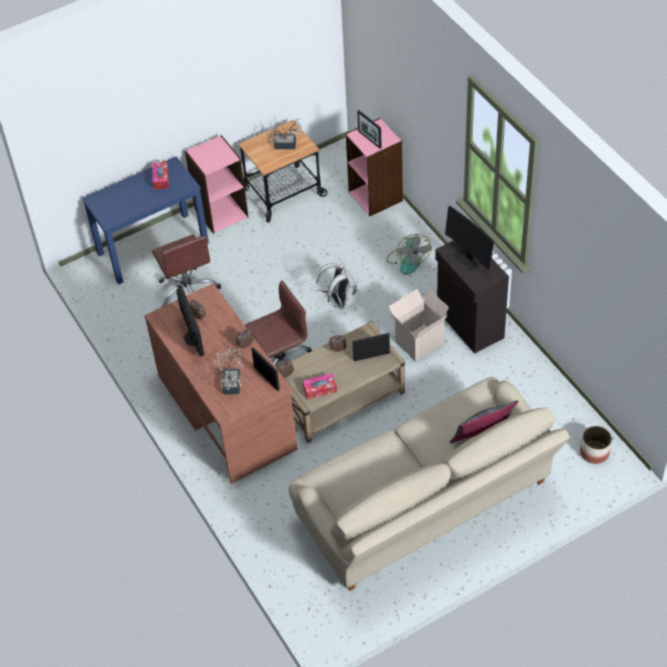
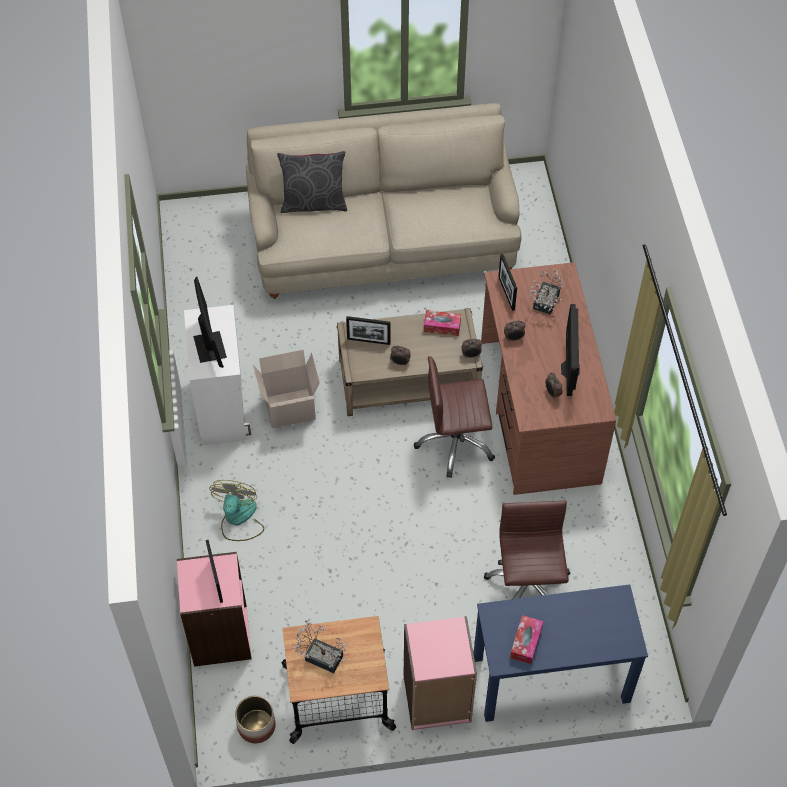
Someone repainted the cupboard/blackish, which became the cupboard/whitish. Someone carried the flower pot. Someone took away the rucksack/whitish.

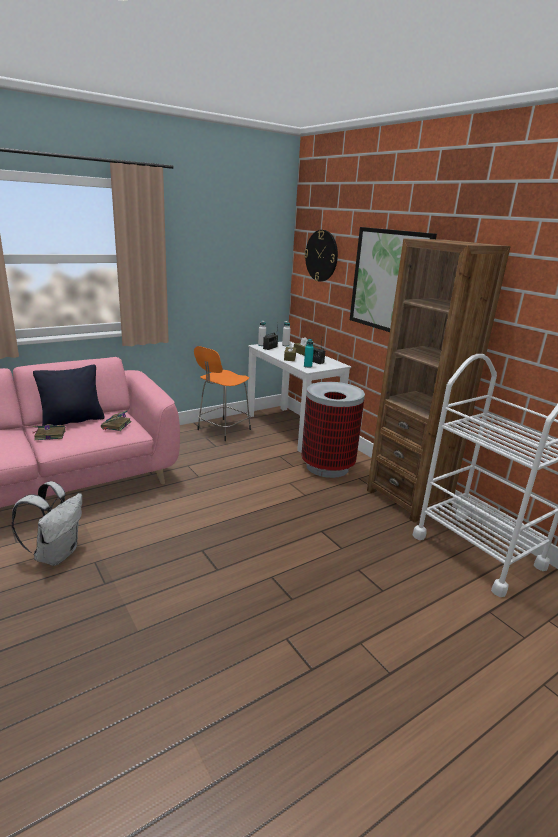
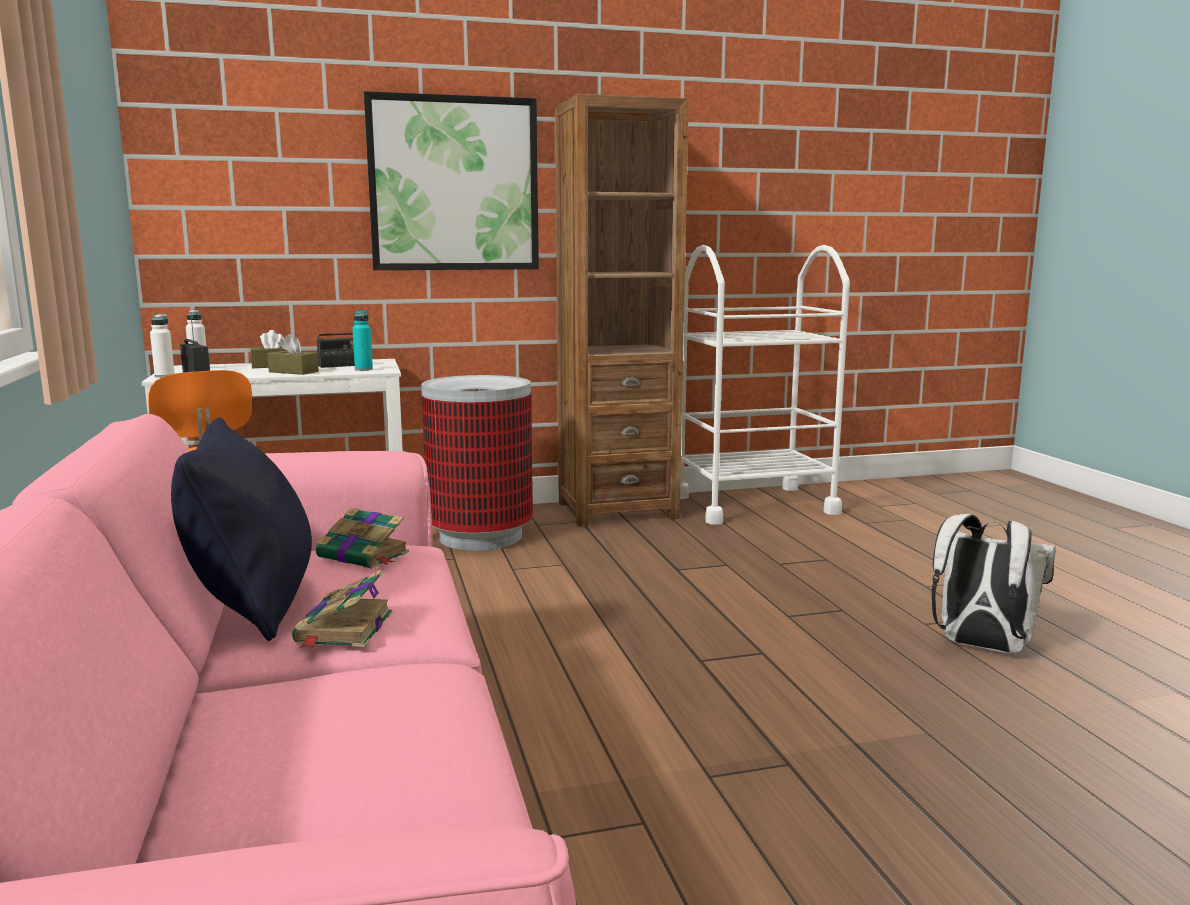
Someone carried the rucksack/whitish. Someone took away the hanging clock.

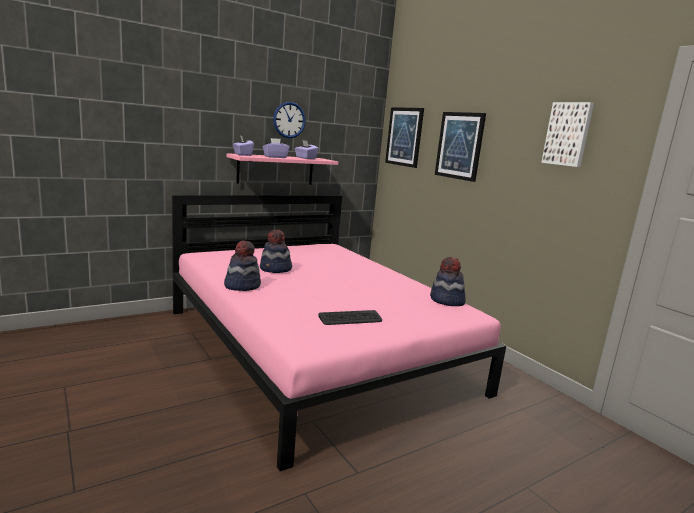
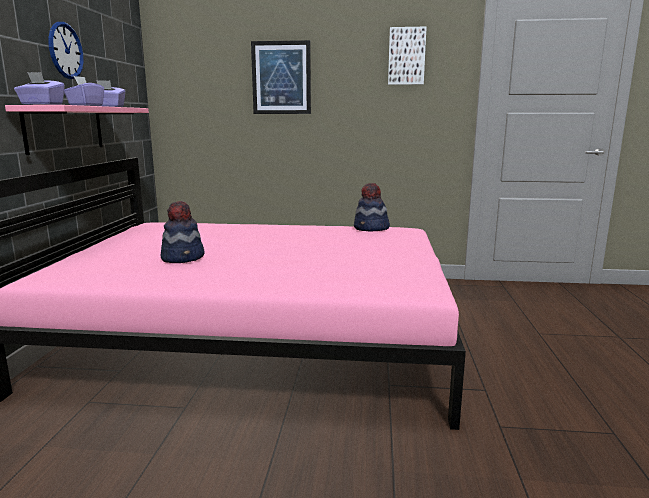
Someone took away the clothing hat (1st from left). Someone took away the PC keyboard. Someone took away the wall art (1st from left).

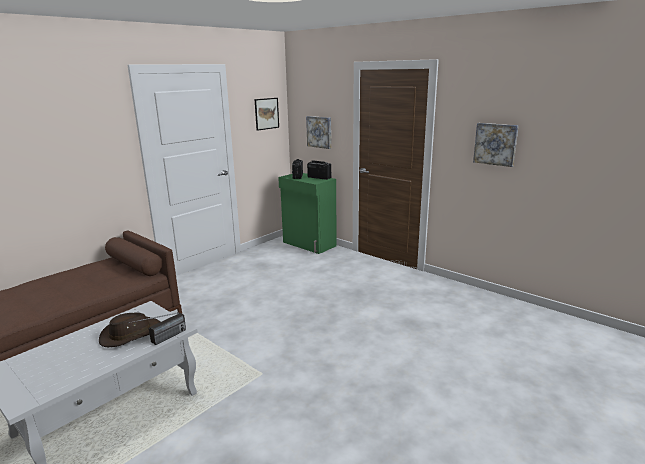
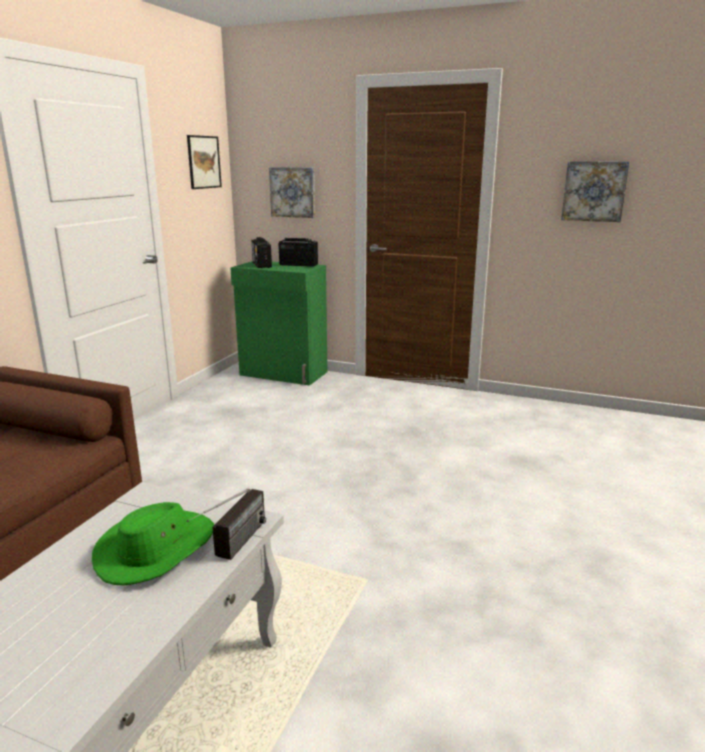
Someone repainted the clothing hat/brown-coloured, which became the clothing hat/greenish.

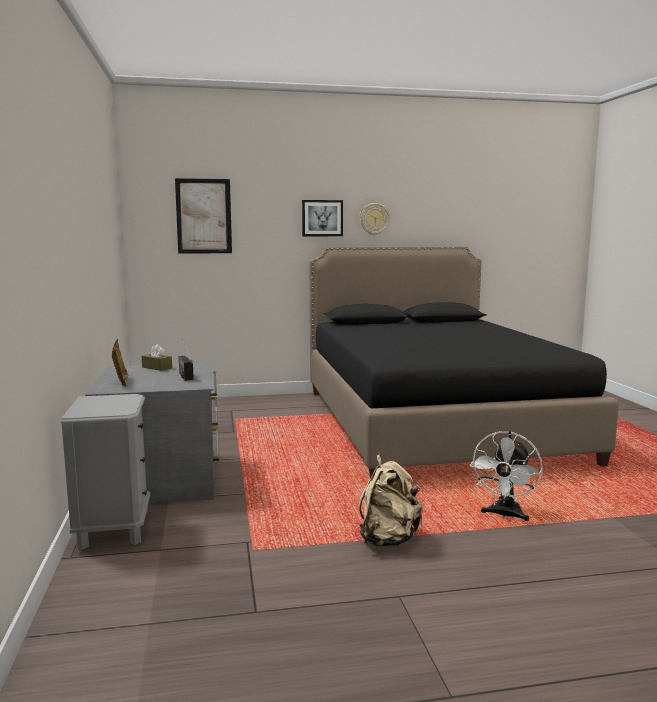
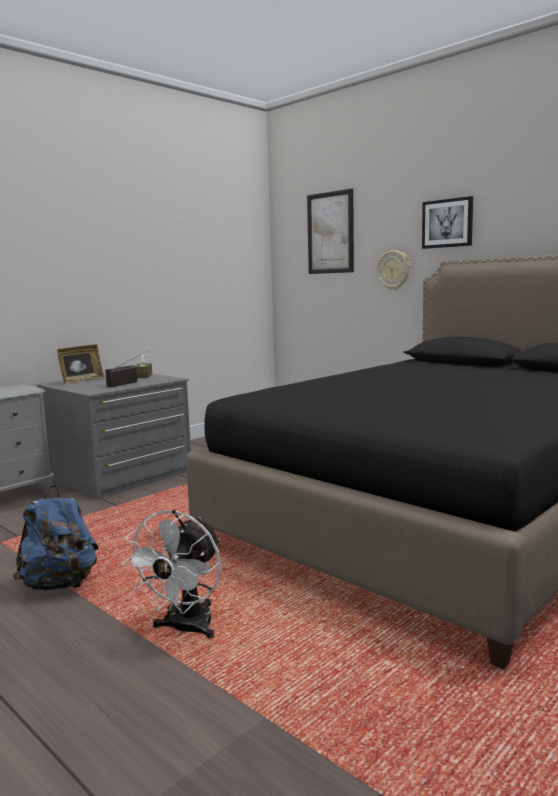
Someone repainted the rucksack/beige-coloured, which became the rucksack/blue-coloured. Someone rotated the electric fan/whitish by 60 degrees counterclockwise. Someone carried the hanging clock.

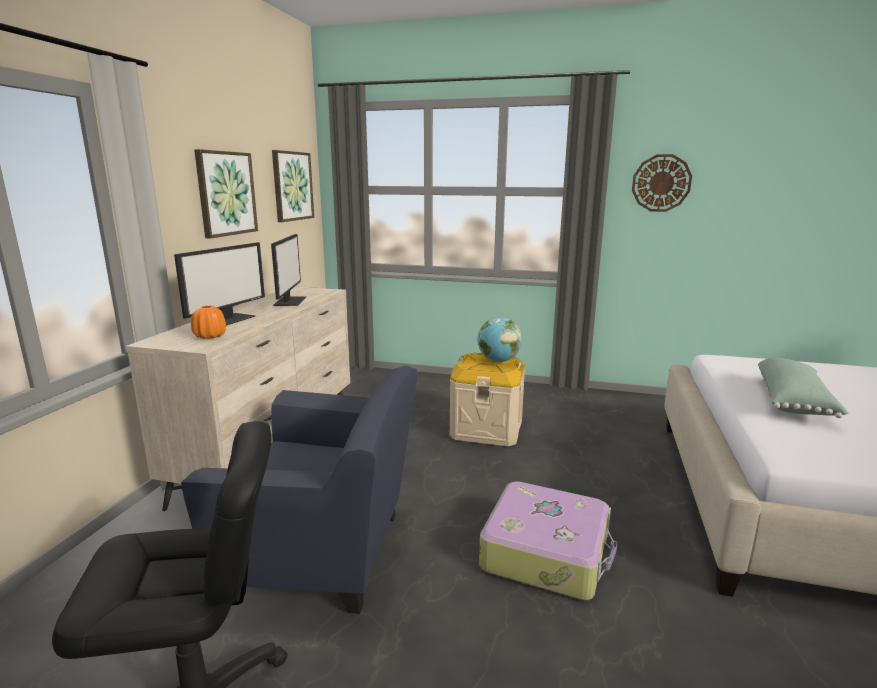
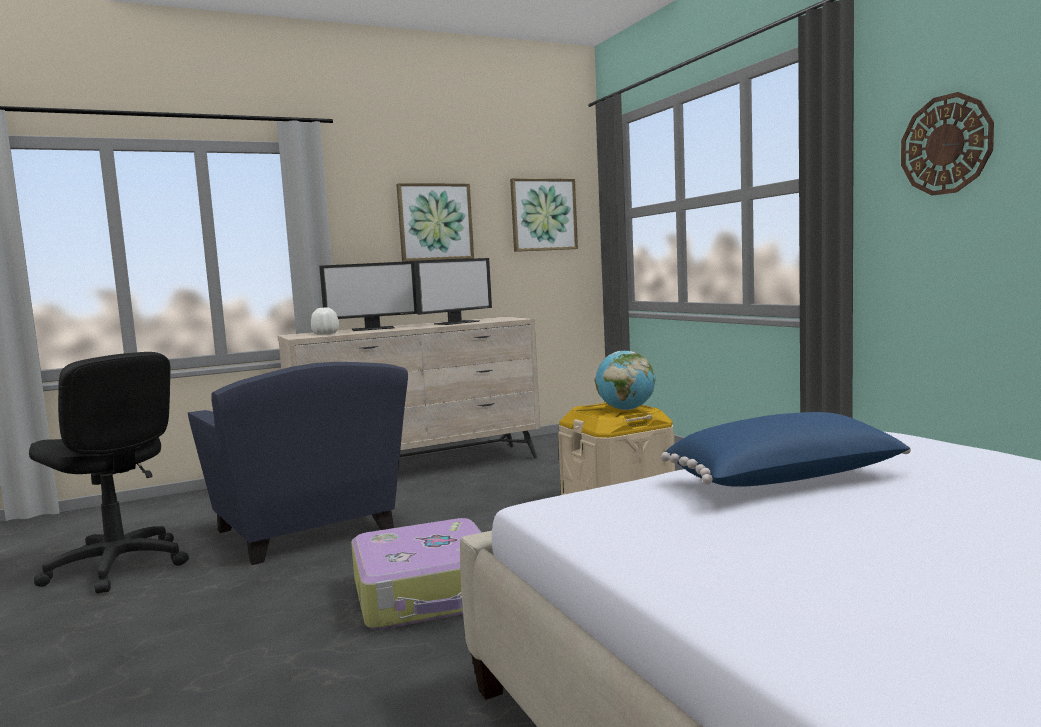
Someone repainted the decorative vase/orange-coloured, which became the decorative vase/whitish. Someone repainted the pillow/greenish, which became the pillow/blue-coloured.

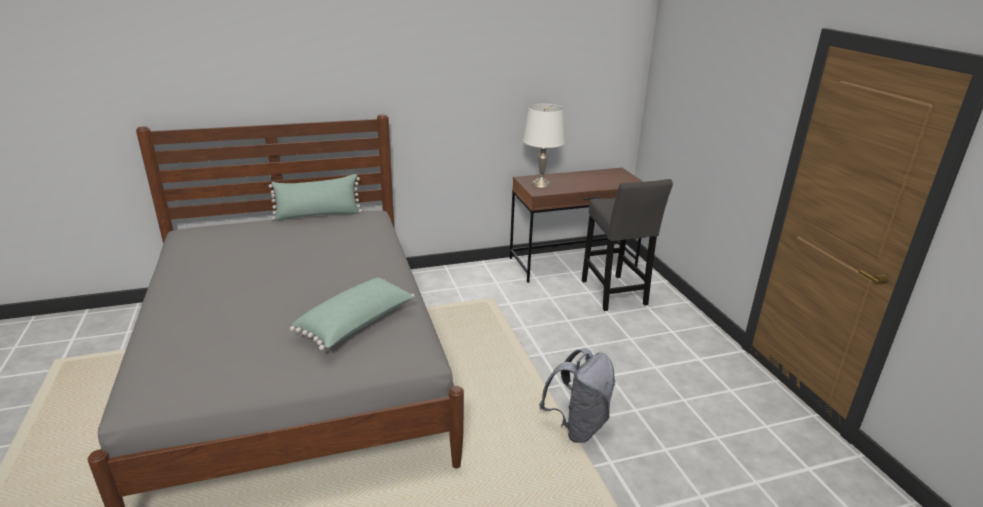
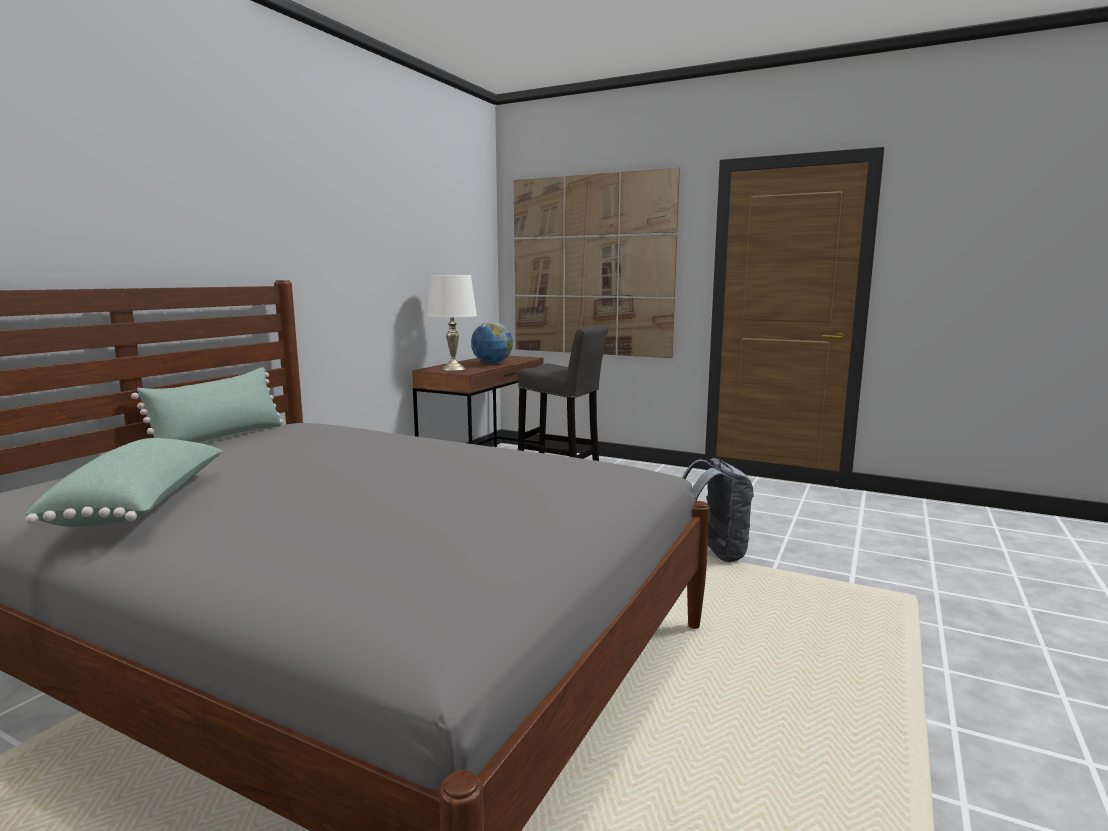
Someone carried the pillow/greenish (2nd from left in the first image). Someone put down the world globe. Someone put up the wall art.

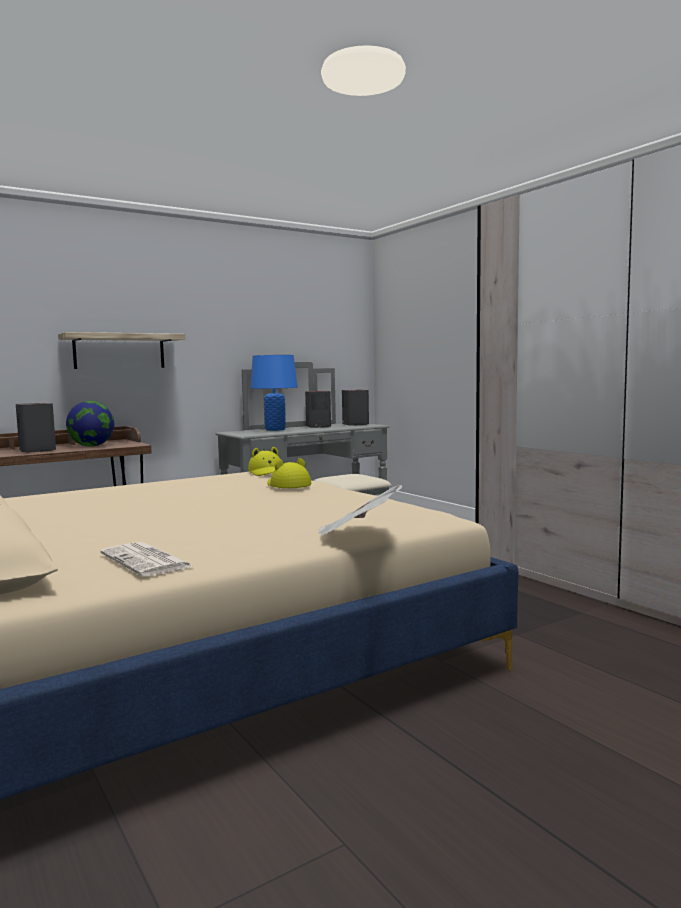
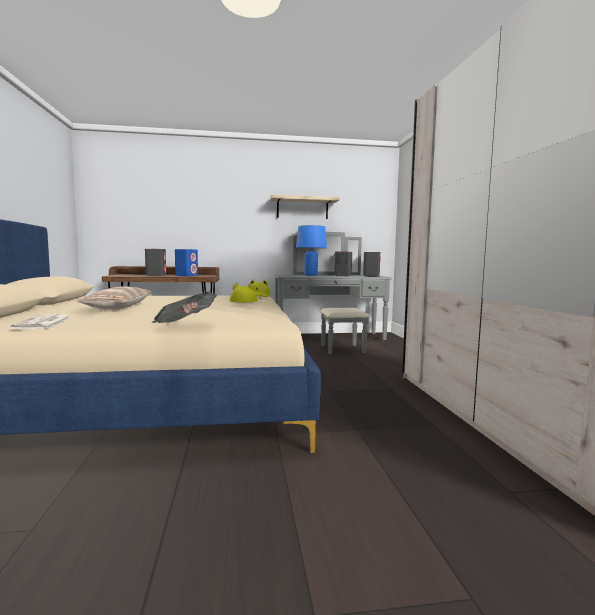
Someone put down the pillow. Someone swapped the world globe for the audio speaker/blue-coloured. Someone carried the bracket shelf.

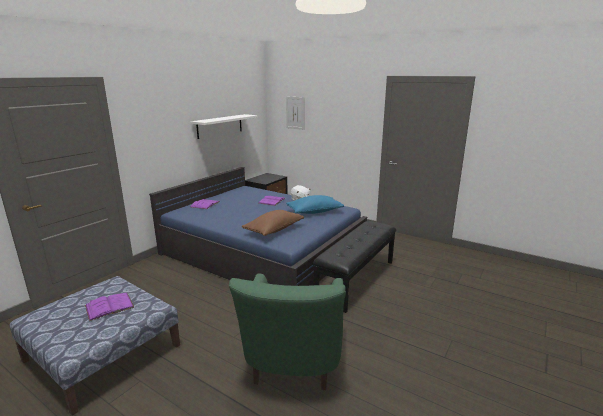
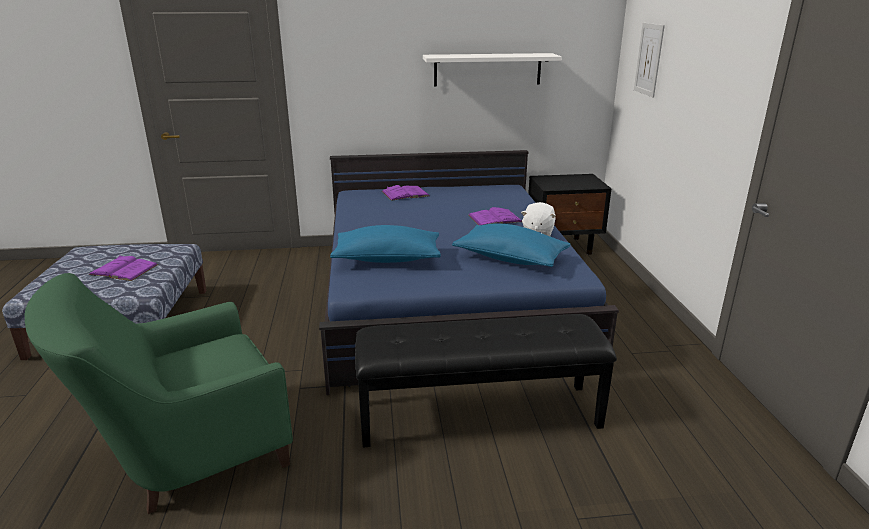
Someone repainted the pillow/brown-coloured, which became the pillow/blue-coloured (1st from left).

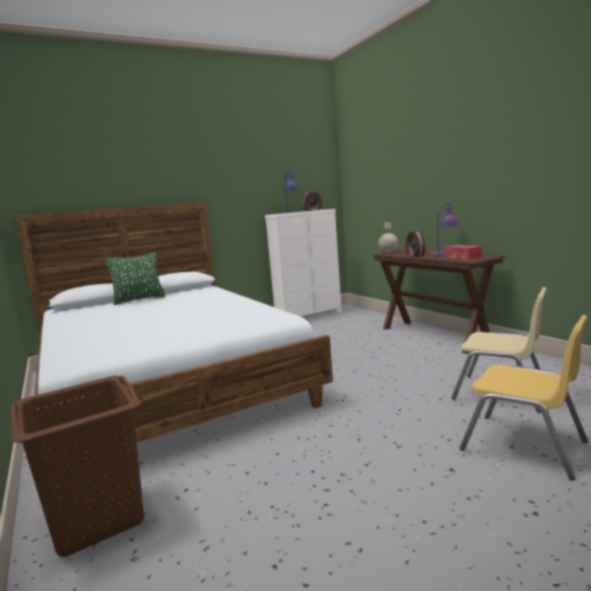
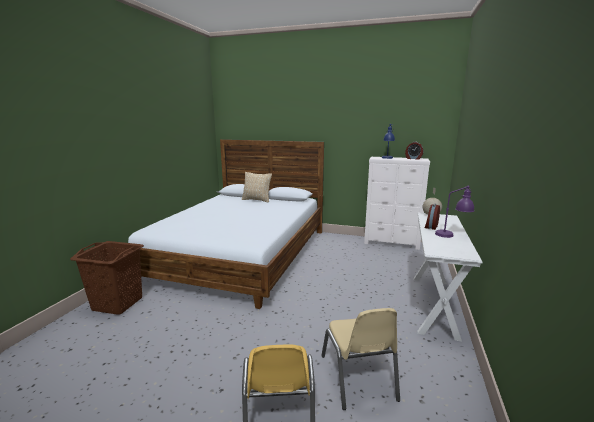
Someone repainted the pillow/greenish, which became the pillow/beige-coloured. Someone repainted the console table/brown-coloured, which became the console table/whitish. Someone took away the tissue box.

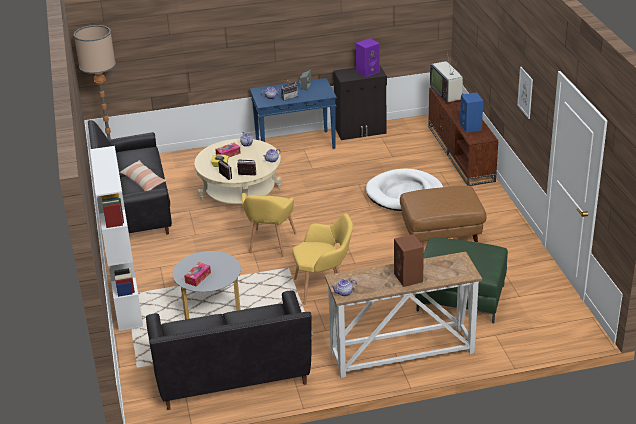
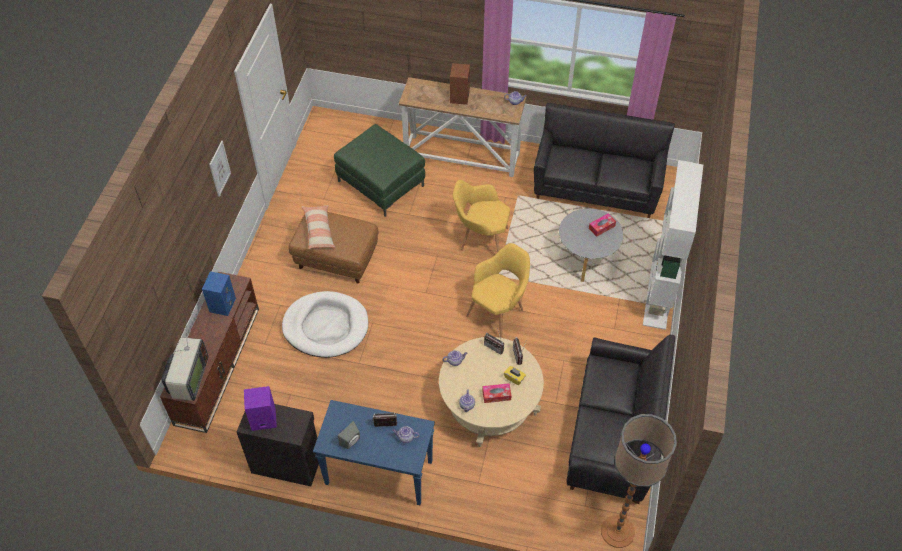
Someone carried the pillow.

